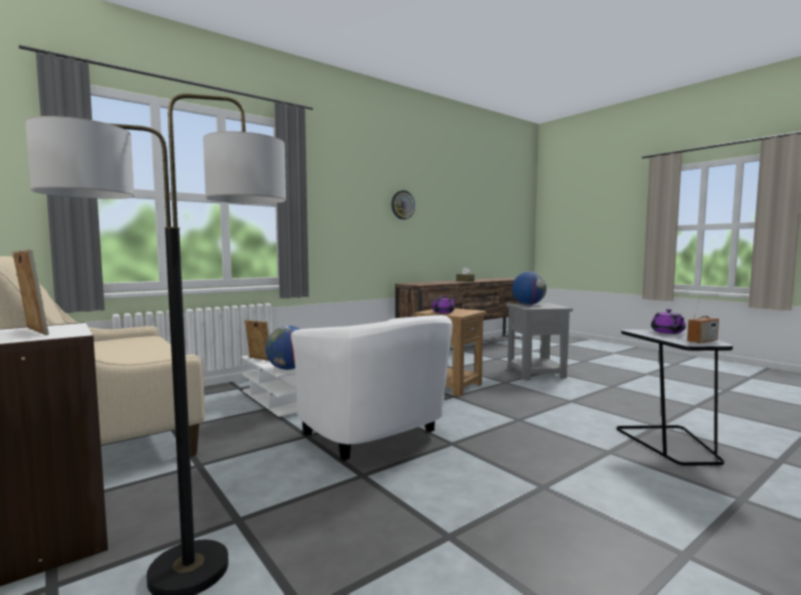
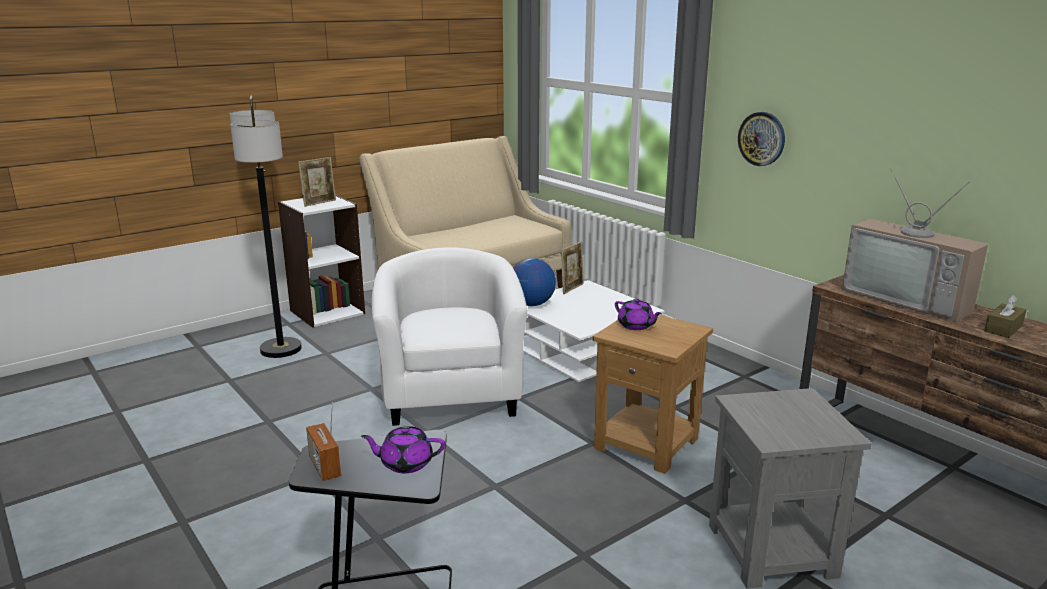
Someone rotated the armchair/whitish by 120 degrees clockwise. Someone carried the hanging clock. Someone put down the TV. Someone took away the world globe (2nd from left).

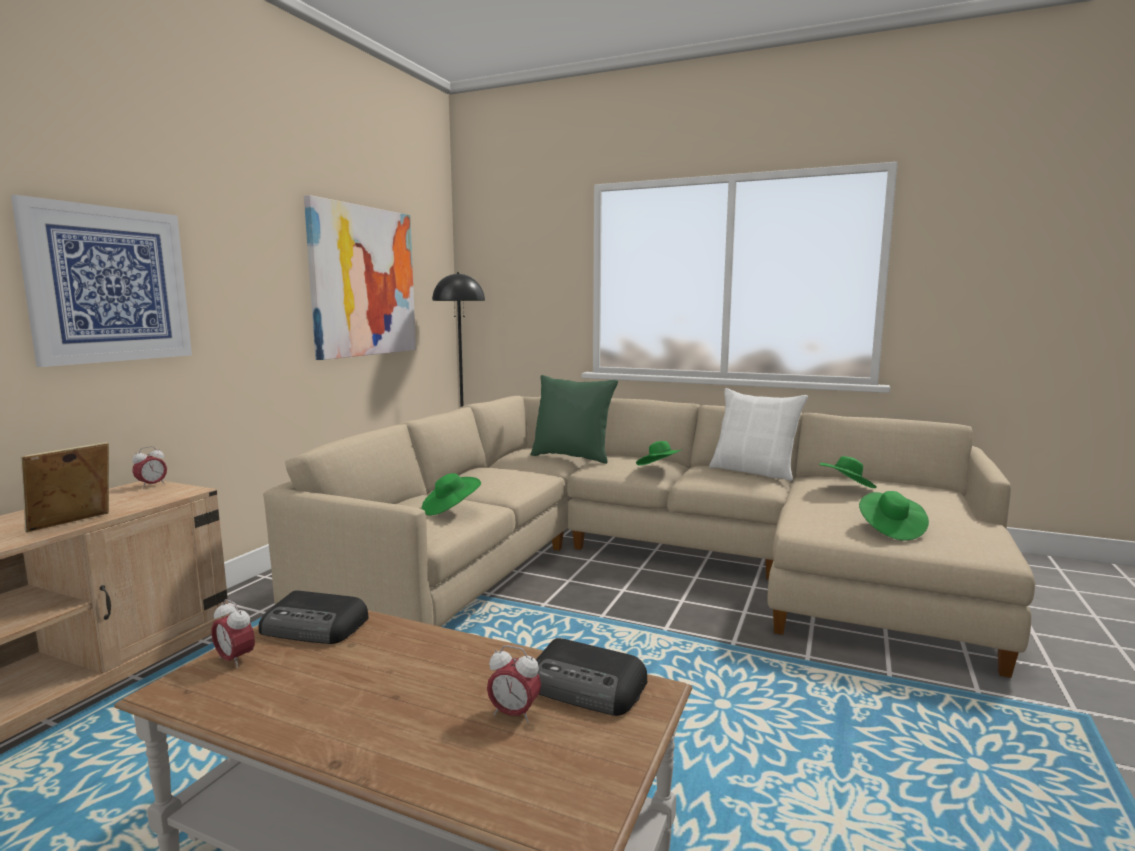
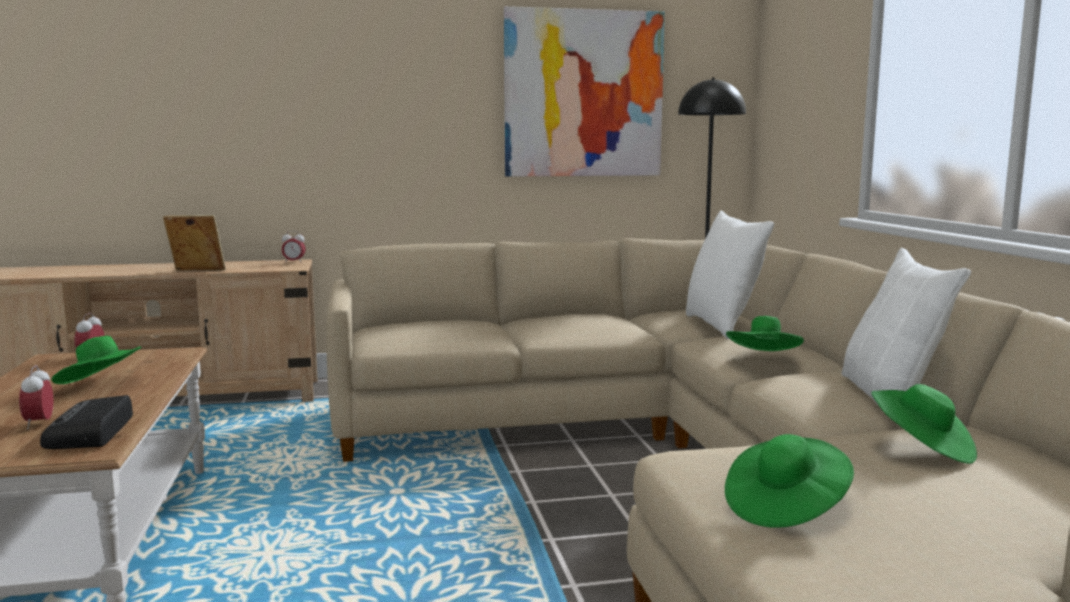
Someone carried the clothing hat/greenish (1st from left). Someone repainted the pillow/greenish, which became the pillow/whitish (1st from left). Someone took away the wall art (1st from left). Someone took away the radio set (1st from left).

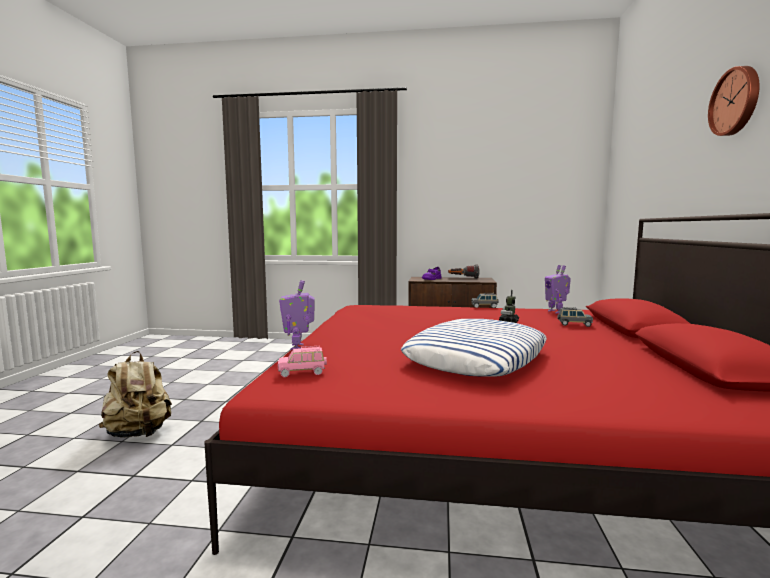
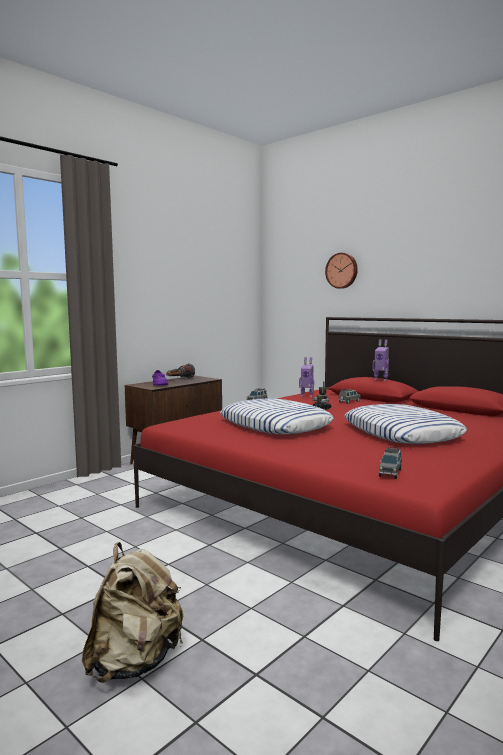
Someone put down the pillow (1st from left). Someone carried the hanging clock. Someone carried the toy robot (1st from left in the first image). Someone repainted the model car/pinkish, which became the model car/greyish (3rd from left).

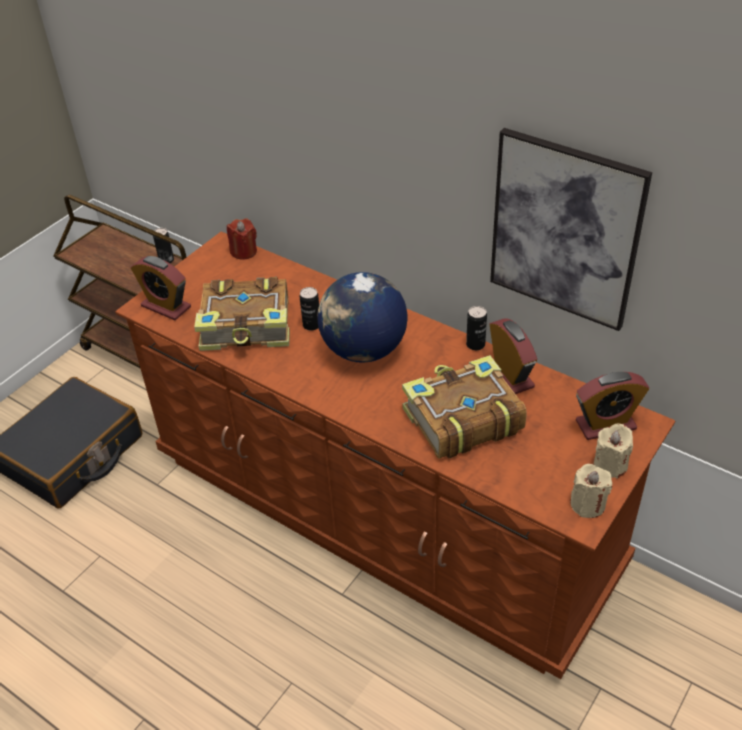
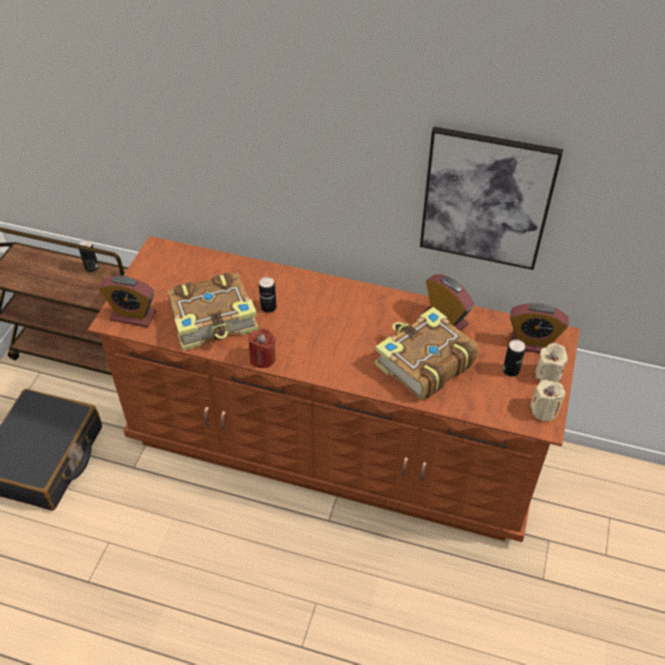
Someone carried the wax light/reddish. Someone carried the can (3rd from left). Someone rotated the alarm clock (3rd from left) by 45 degrees clockwise. Someone took away the world globe.

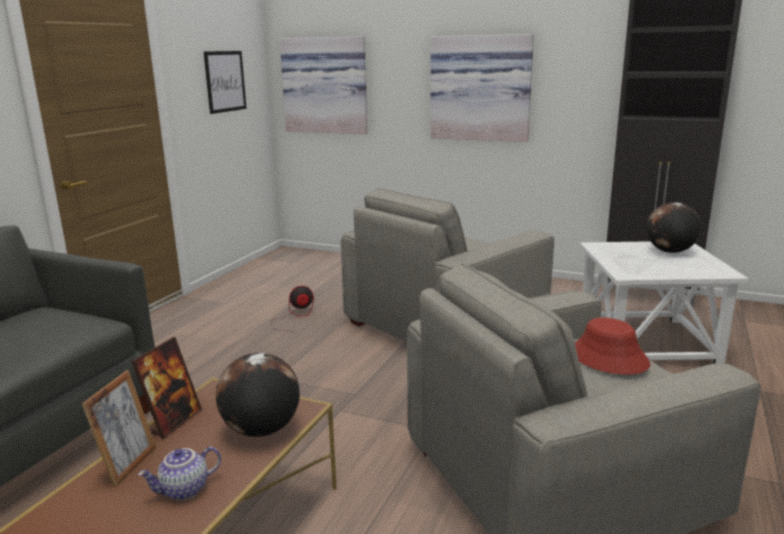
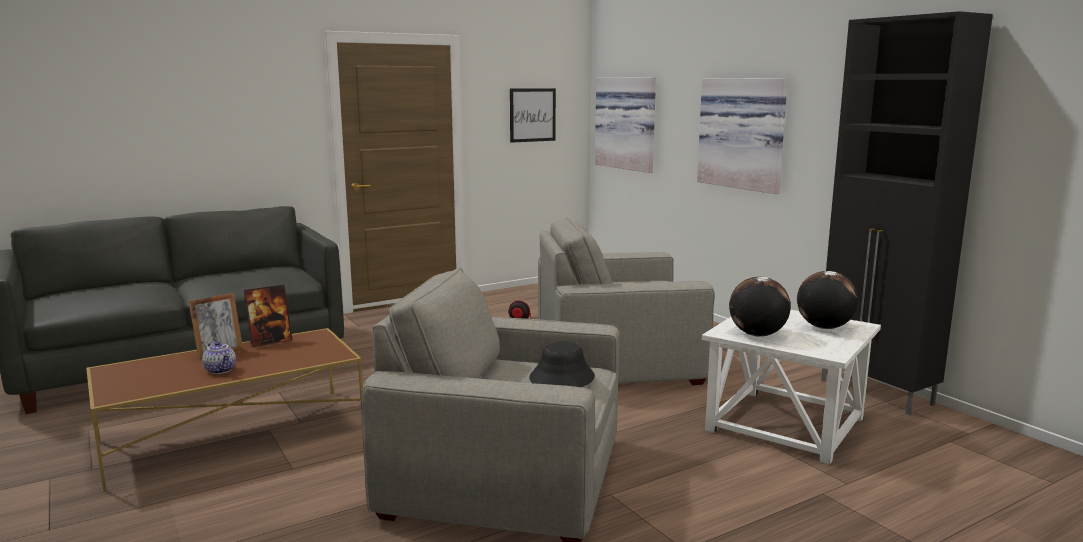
Someone rotated the pot for tea by 135 degrees counterclockwise. Someone repainted the clothing hat/reddish, which became the clothing hat/blackish. Someone carried the world globe (1st from left).

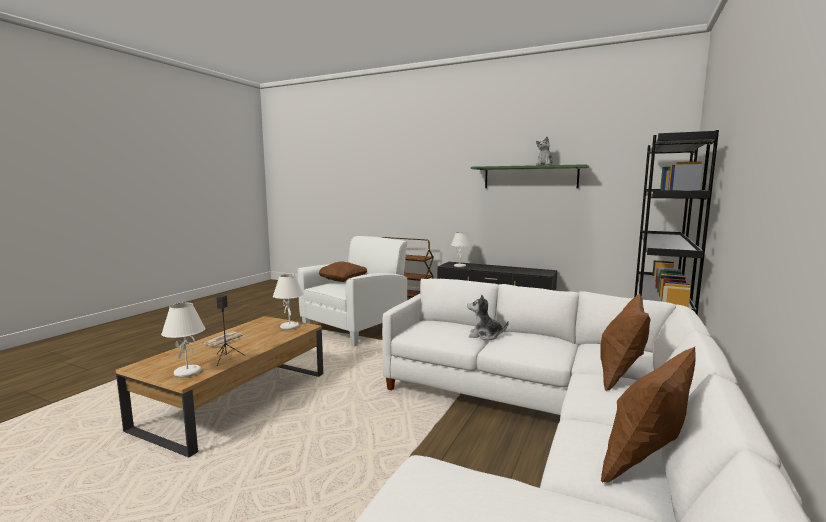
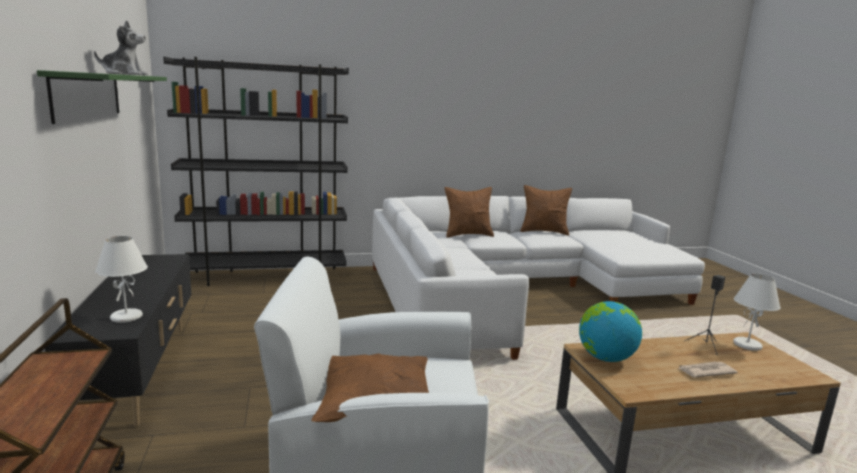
Someone swapped the lamp for a table/whitish (2nd from left) for the world globe. Someone took away the cuddly toy (1st from left).

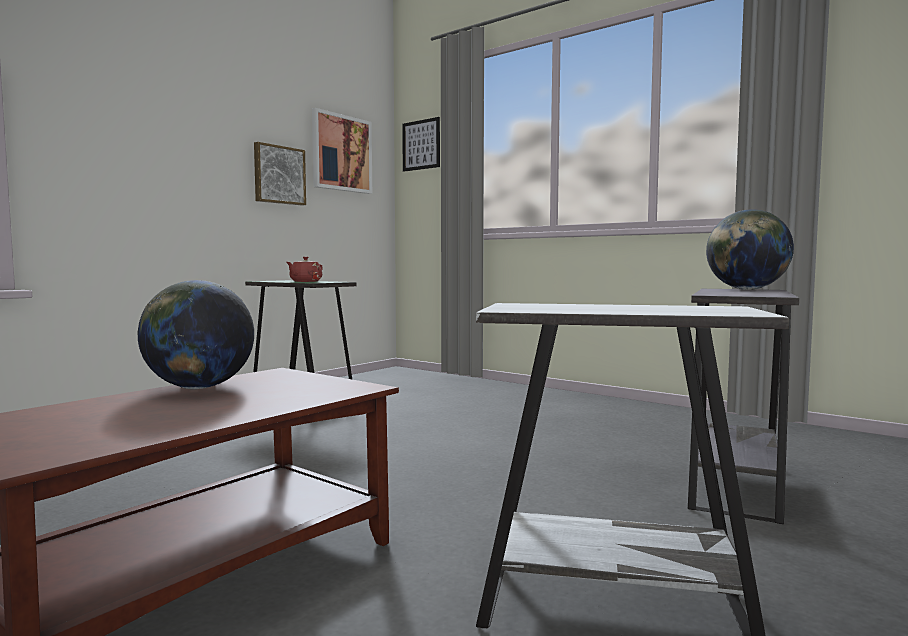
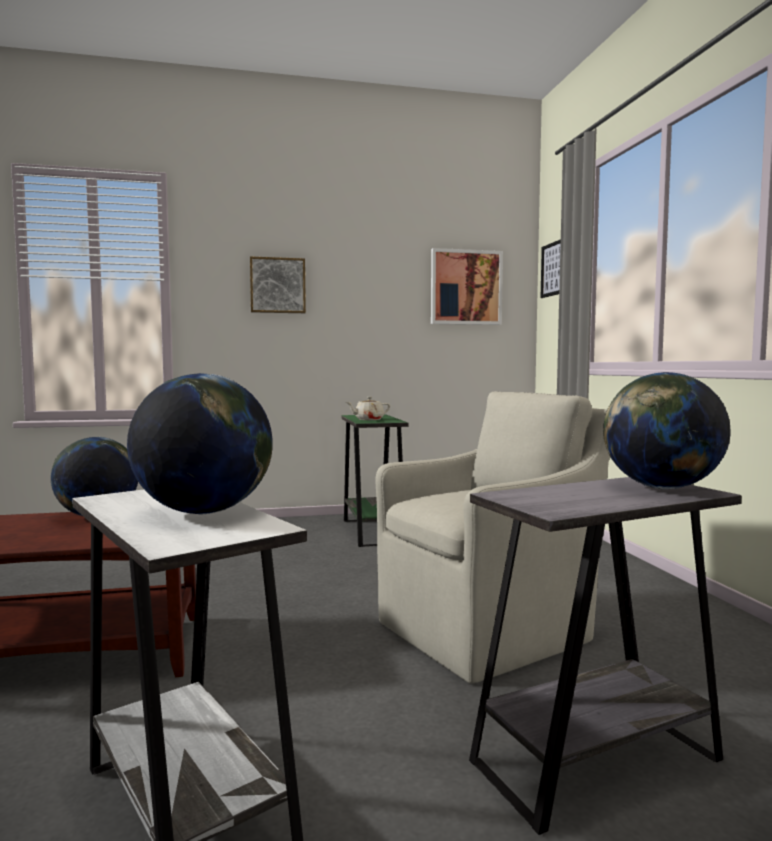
Someone put down the world globe (2nd from left). Someone carried the wall art (1st from left). Someone repainted the pot for tea/reddish, which became the pot for tea/beige-coloured. Someone put down the armchair/beige-coloured.

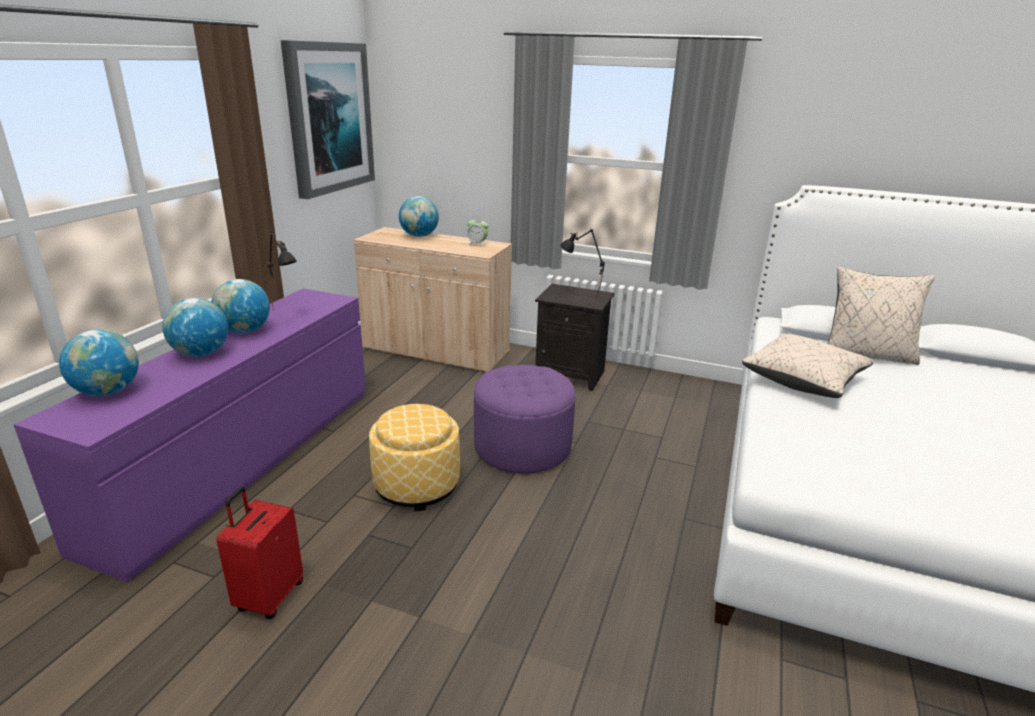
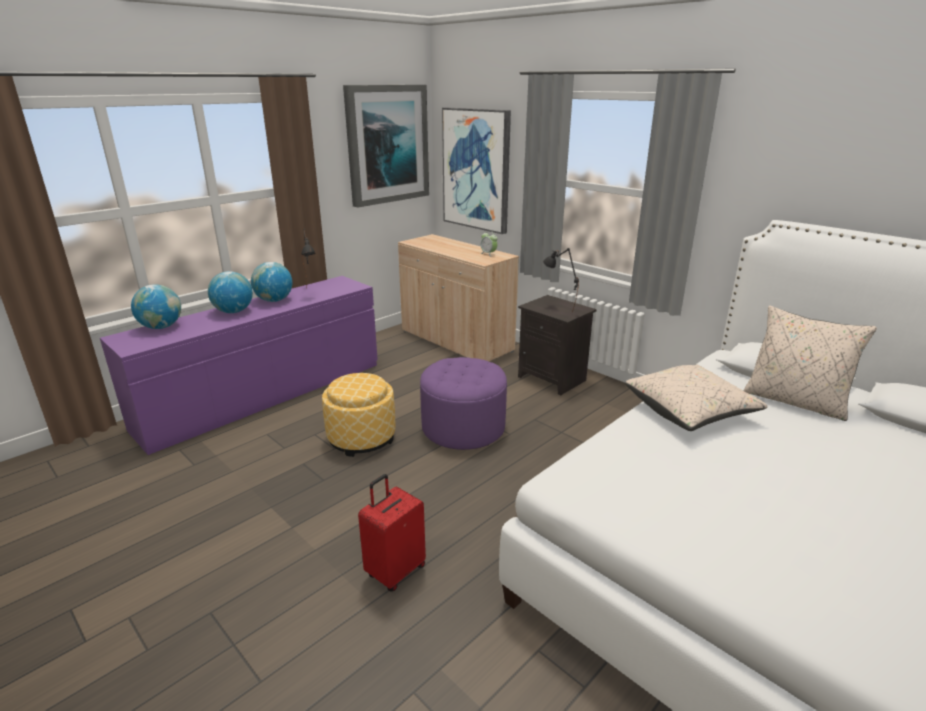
Someone carried the travel case/reddish. Someone put up the wall art (2nd from left). Someone took away the world globe (4th from left).

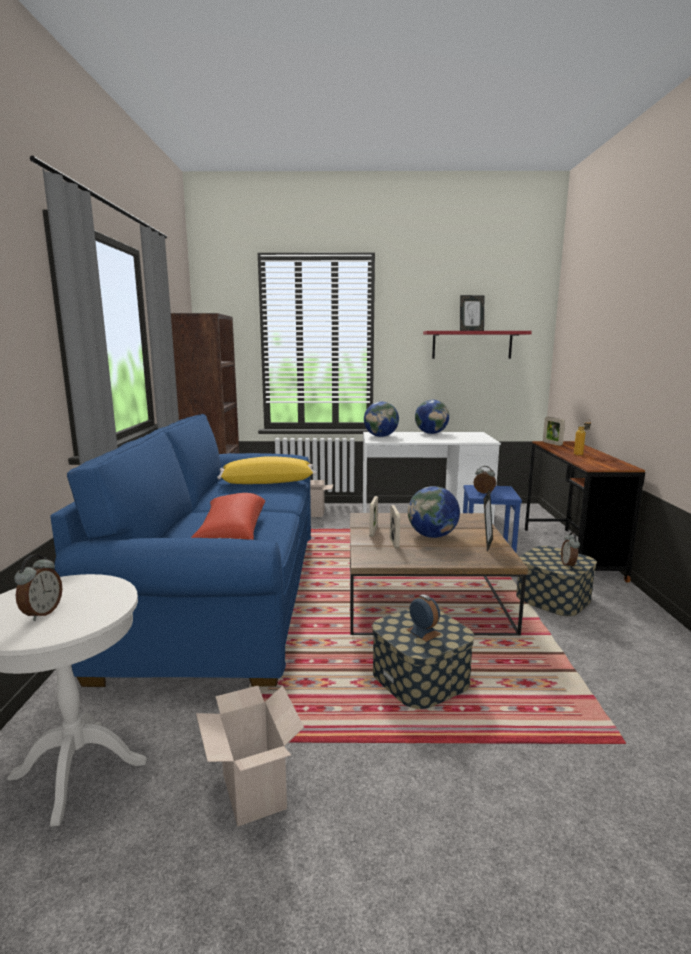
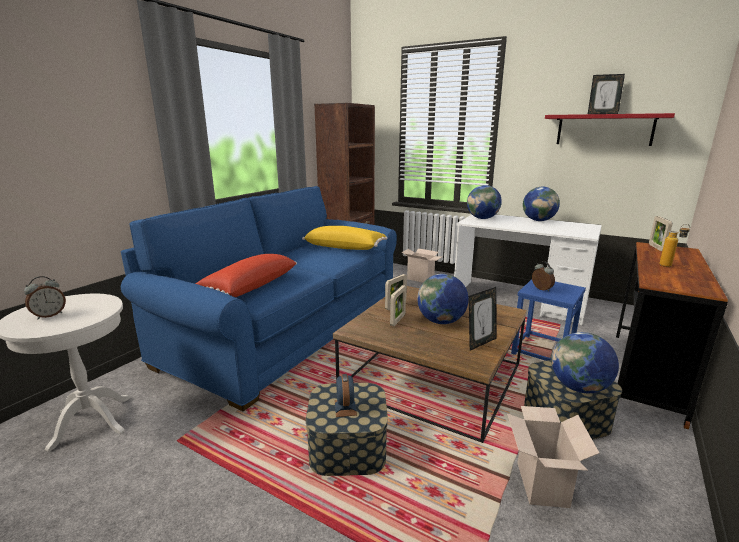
Someone carried the carton (1st from left in the first image). Someone swapped the alarm clock (4th from left) for the world globe (4th from left).

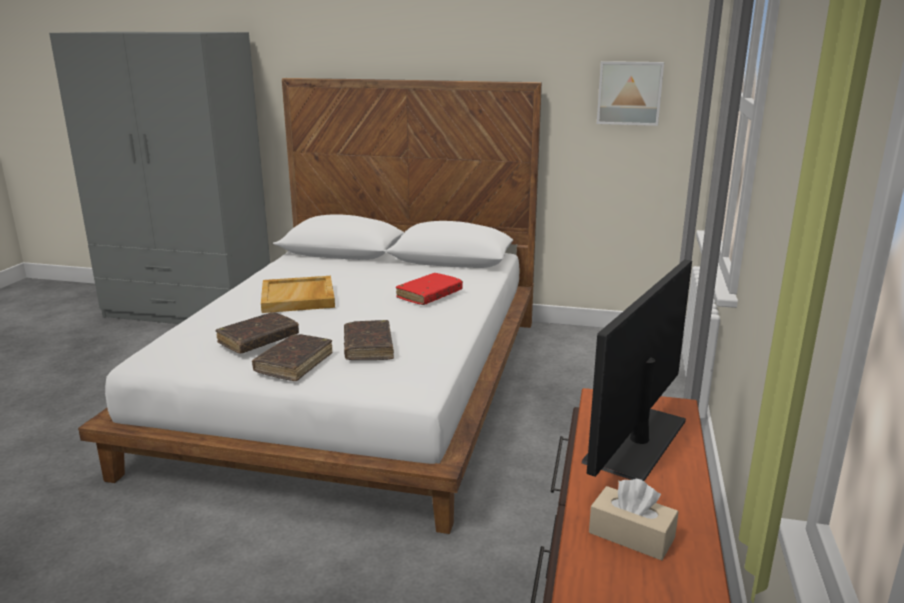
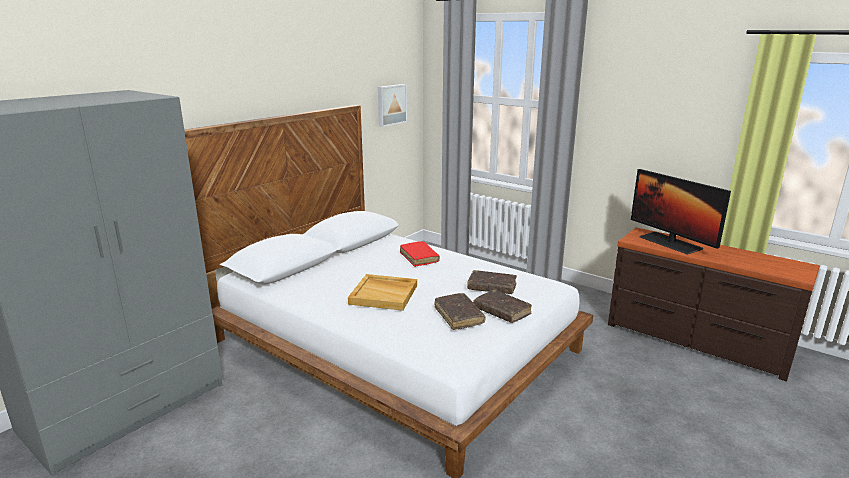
Someone took away the tissue box/beige-coloured.

